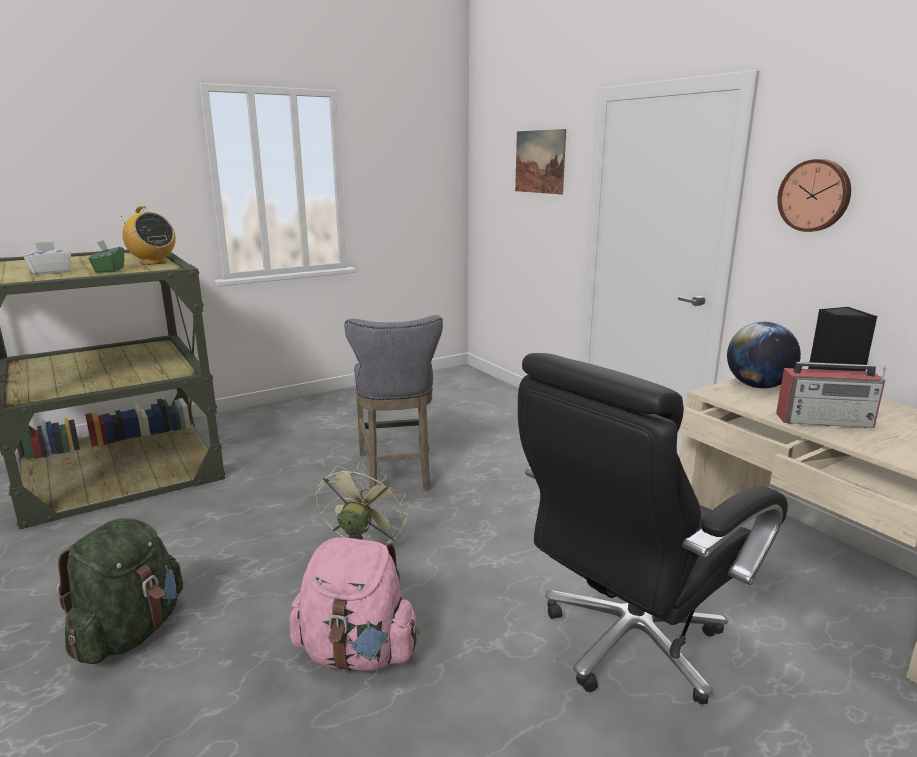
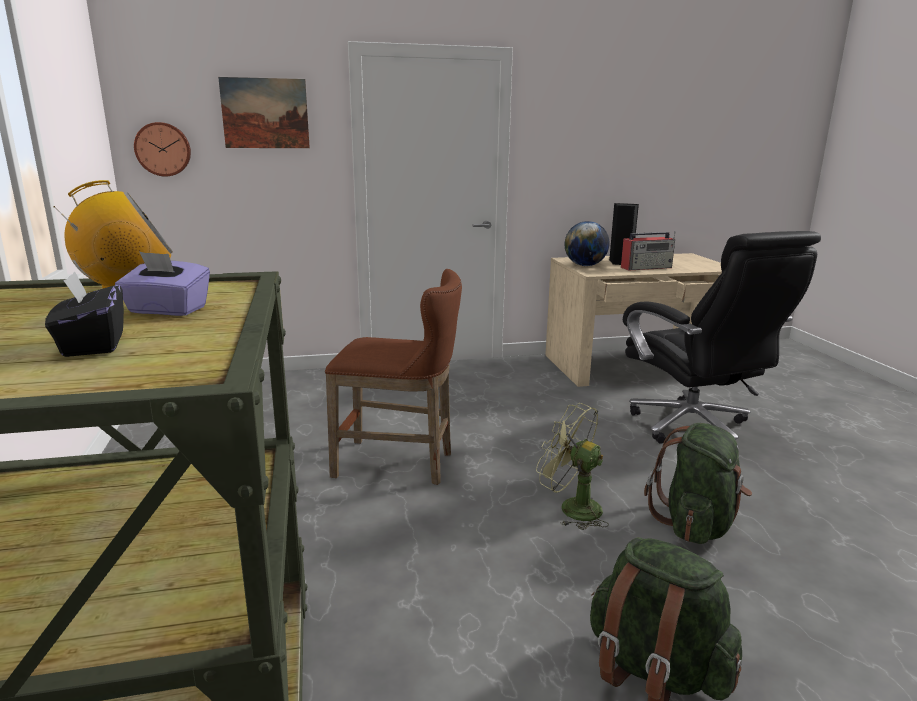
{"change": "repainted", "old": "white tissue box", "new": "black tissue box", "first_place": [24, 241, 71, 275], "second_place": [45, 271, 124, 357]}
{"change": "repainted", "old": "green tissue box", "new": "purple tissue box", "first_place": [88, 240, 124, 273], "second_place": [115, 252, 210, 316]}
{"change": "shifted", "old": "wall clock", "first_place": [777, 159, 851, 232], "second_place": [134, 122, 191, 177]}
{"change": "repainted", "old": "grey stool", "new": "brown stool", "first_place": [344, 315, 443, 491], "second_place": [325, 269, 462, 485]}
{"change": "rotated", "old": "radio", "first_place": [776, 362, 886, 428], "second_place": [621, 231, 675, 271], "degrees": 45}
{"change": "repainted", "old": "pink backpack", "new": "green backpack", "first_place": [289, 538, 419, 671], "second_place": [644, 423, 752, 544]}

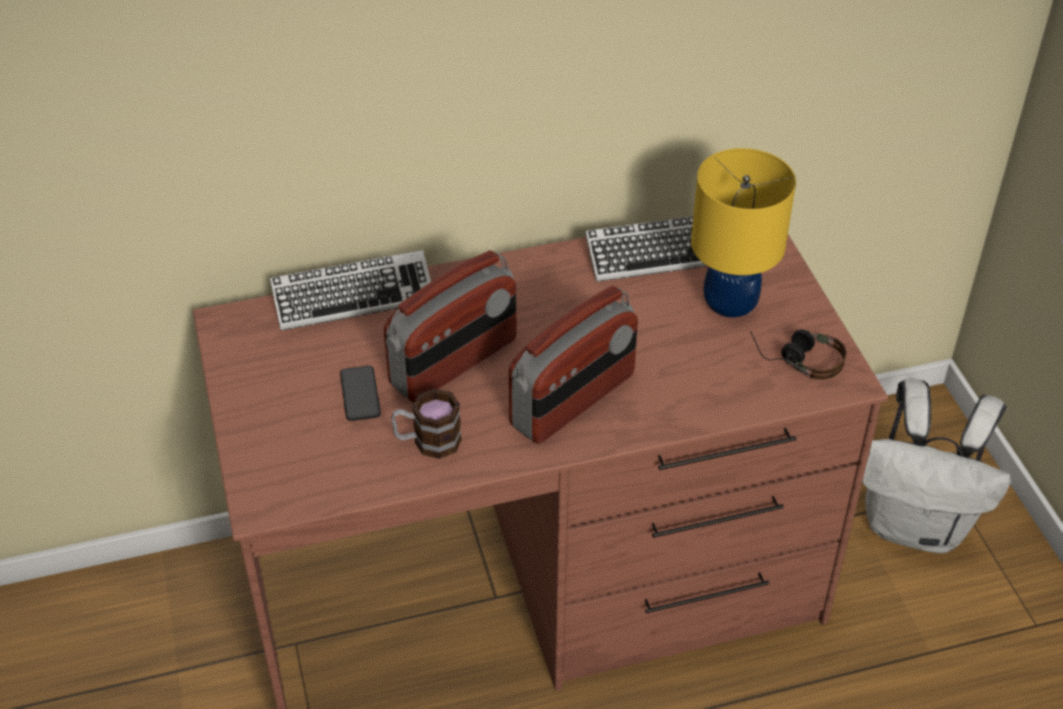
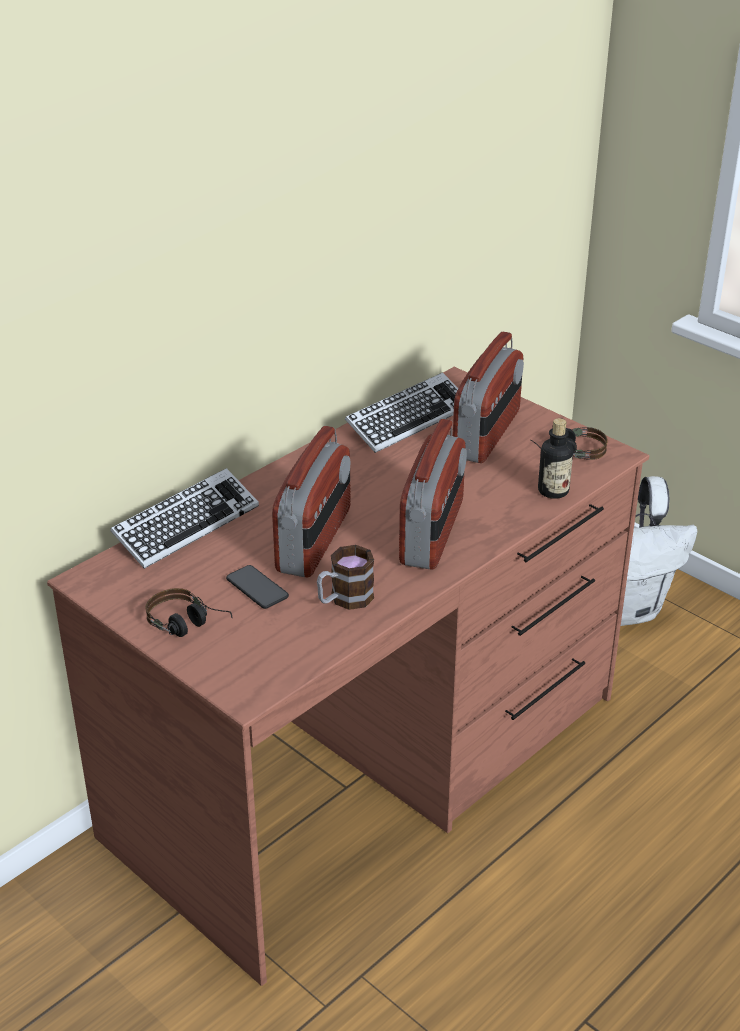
{"change": "new", "new": "headphones", "second_place": [146, 588, 233, 637]}
{"change": "swapped", "old": "yellow table lamp", "new": "radio", "first_place": [691, 148, 796, 318], "second_place": [453, 332, 524, 463]}
{"change": "new", "new": "bottle", "second_place": [538, 418, 573, 499]}

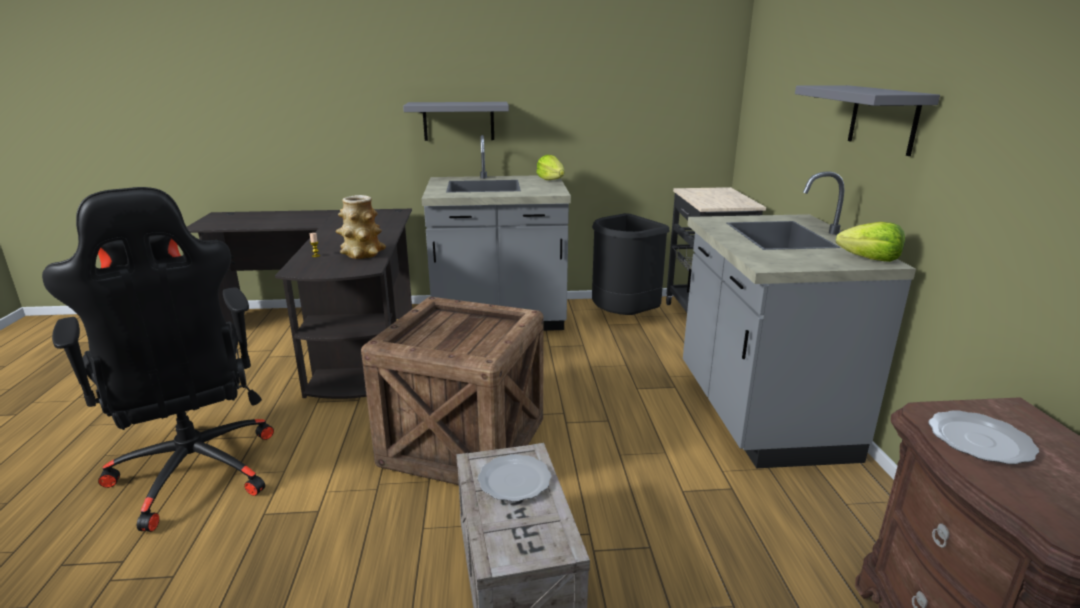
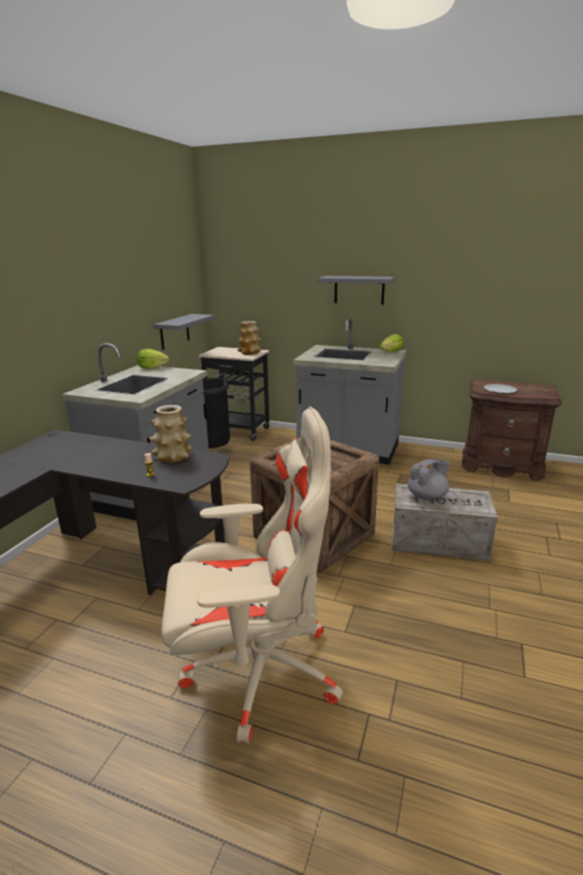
{"change": "shifted", "old": "grey shelf", "first_place": [403, 102, 509, 141], "second_place": [153, 314, 215, 350]}
{"change": "repainted", "old": "black office chair", "new": "beige office chair", "first_place": [42, 187, 274, 532], "second_place": [162, 406, 343, 744]}
{"change": "new", "new": "vase", "second_place": [238, 321, 262, 355]}
{"change": "swapped", "old": "plate", "new": "grey teapot", "first_place": [478, 454, 551, 502], "second_place": [408, 459, 450, 500]}

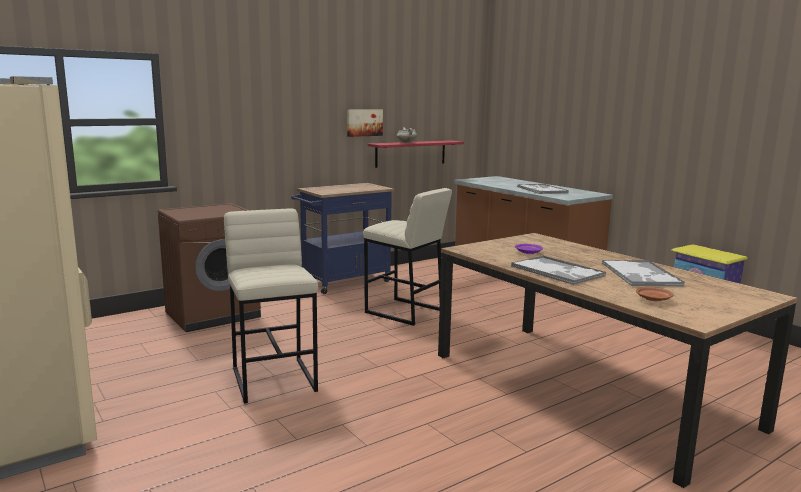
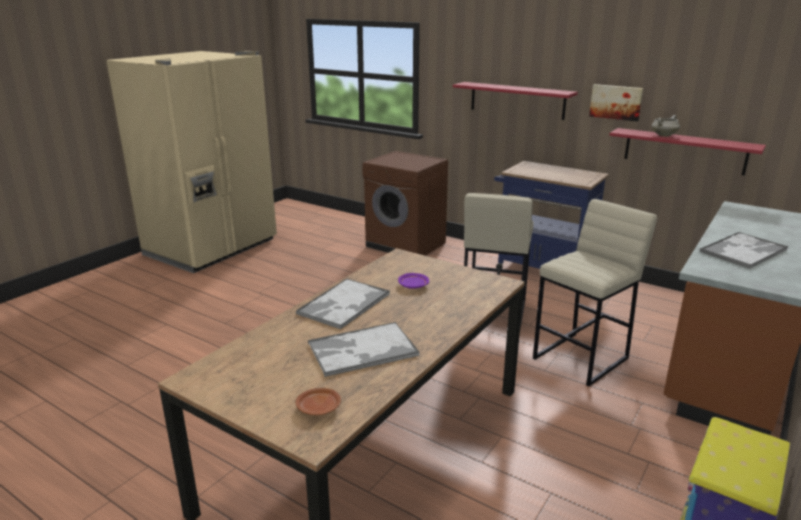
{"change": "shifted", "old": "brown plate", "first_place": [636, 287, 674, 301], "second_place": [296, 388, 341, 415]}
{"change": "new", "new": "red shelf", "second_place": [453, 82, 578, 120]}
{"change": "shifted", "old": "beige stool", "first_place": [224, 209, 318, 404], "second_place": [533, 199, 657, 386]}

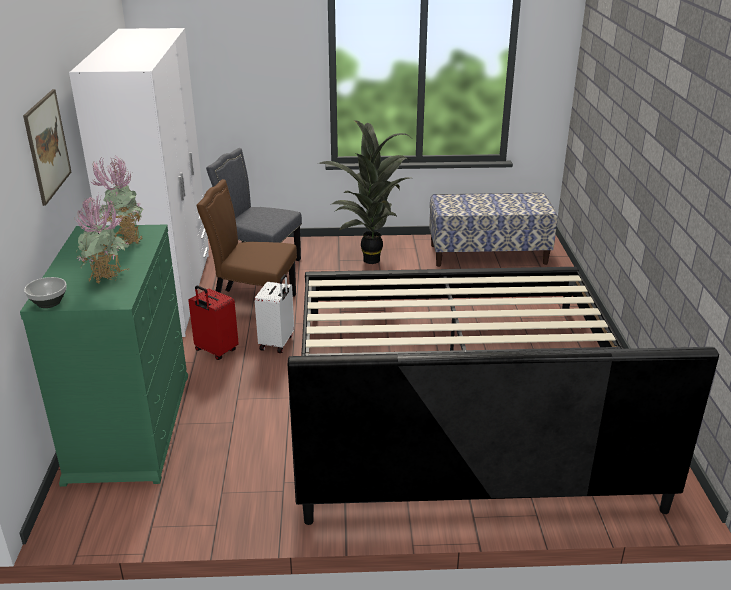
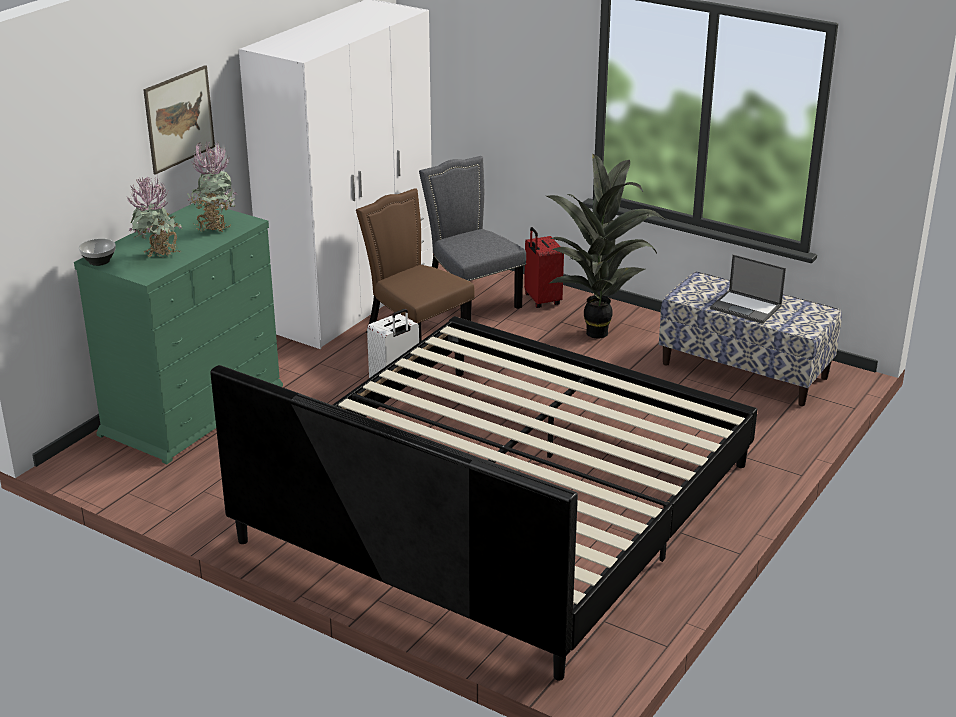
{"change": "shifted", "old": "red suitcase", "first_place": [188, 285, 239, 360], "second_place": [524, 227, 564, 308]}
{"change": "new", "new": "laptop", "second_place": [710, 255, 786, 324]}

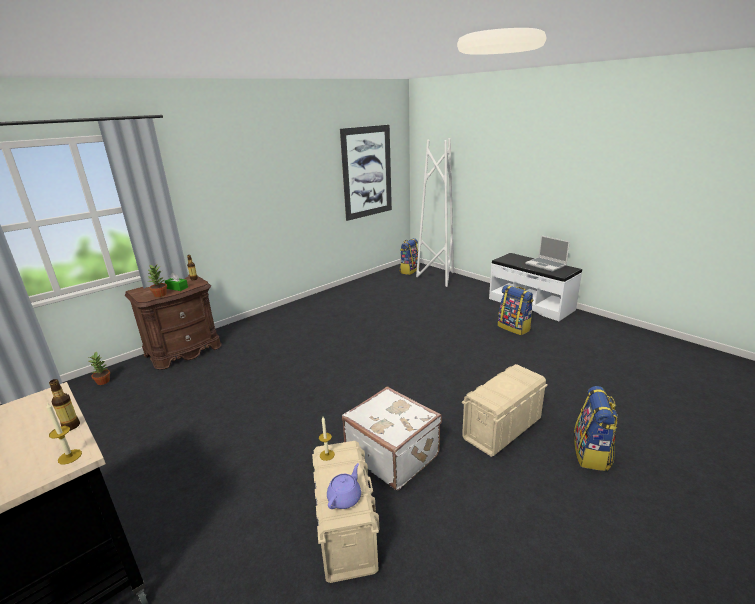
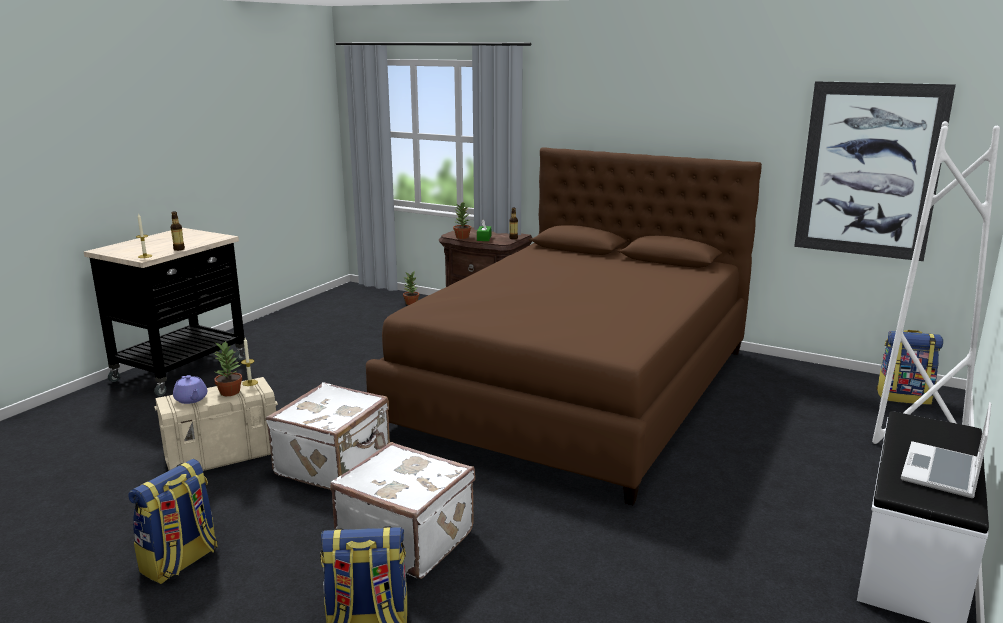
{"change": "shifted", "old": "backpack", "first_place": [498, 285, 534, 335], "second_place": [128, 459, 218, 584]}
{"change": "rotated", "old": "purple teapot", "first_place": [327, 463, 361, 509], "second_place": [173, 375, 207, 404], "degrees": 45}
{"change": "new", "new": "potted plant", "second_place": [213, 341, 242, 396]}
{"change": "swapped", "old": "beige storage box", "new": "white suitcase", "first_place": [462, 364, 548, 457], "second_place": [330, 442, 475, 579]}
{"change": "new", "new": "brown bed", "second_place": [366, 147, 762, 505]}

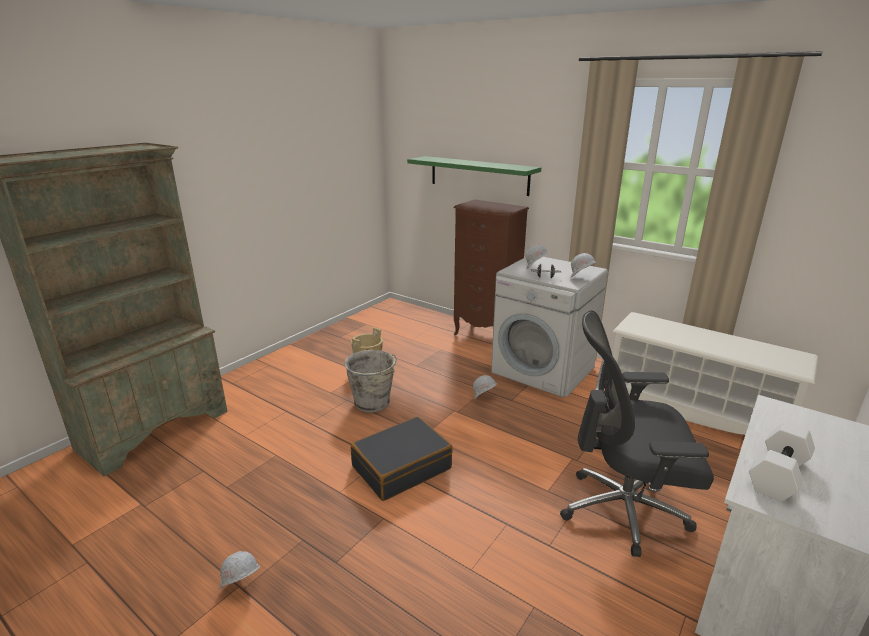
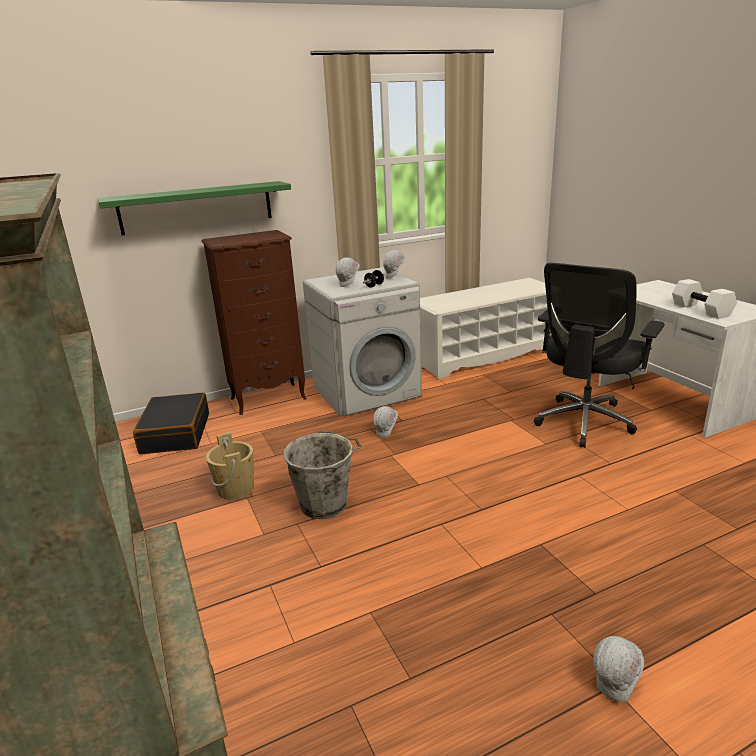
{"change": "shifted", "old": "black suitcase", "first_place": [351, 417, 453, 501], "second_place": [133, 392, 209, 454]}

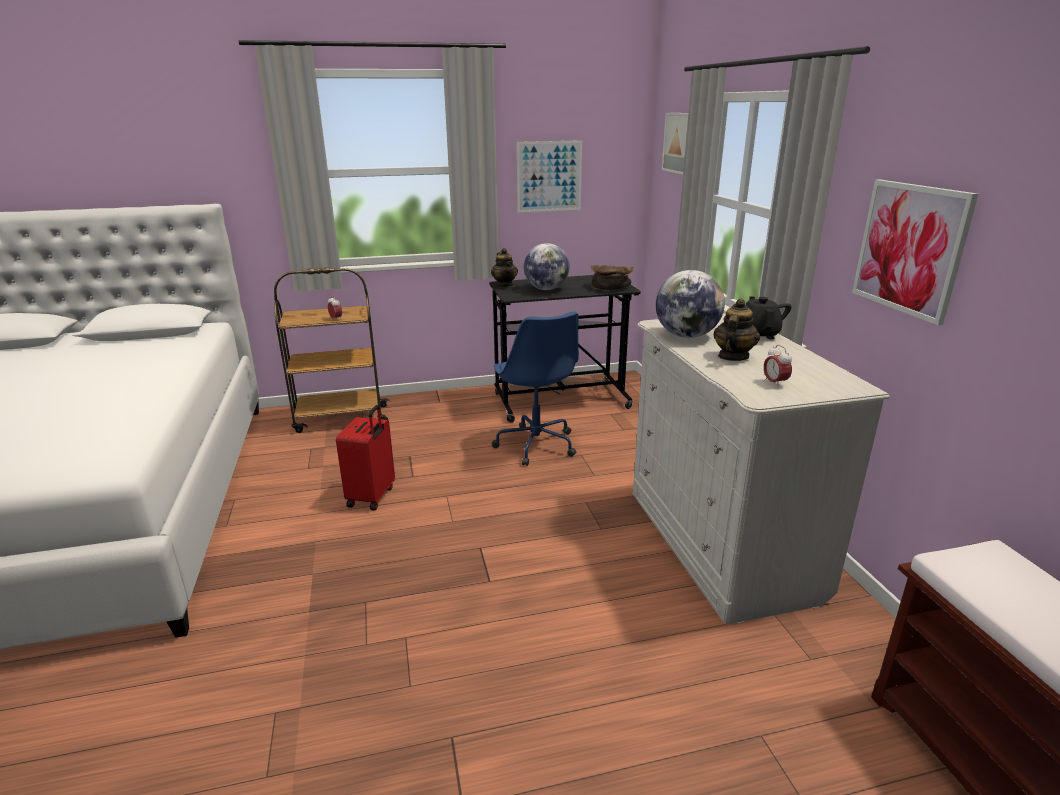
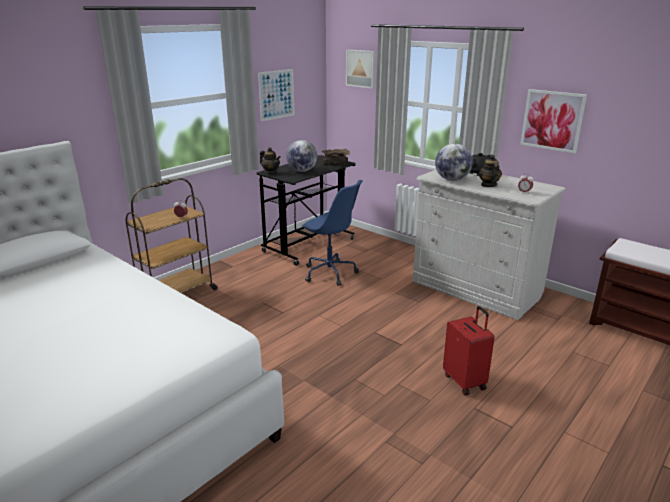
{"change": "shifted", "old": "red suitcase", "first_place": [336, 405, 395, 510], "second_place": [443, 306, 495, 395]}

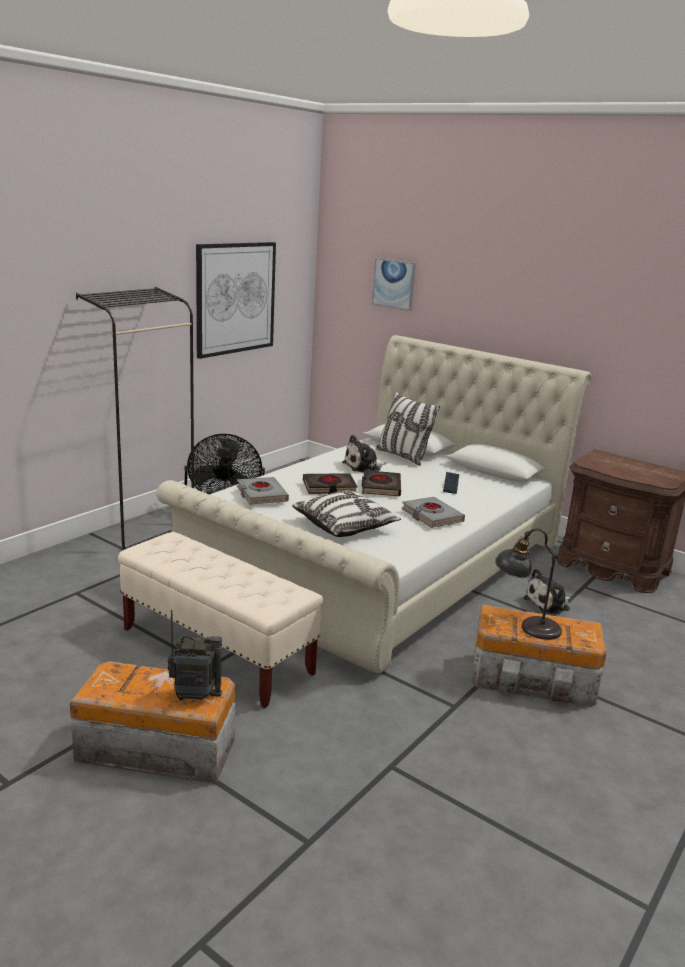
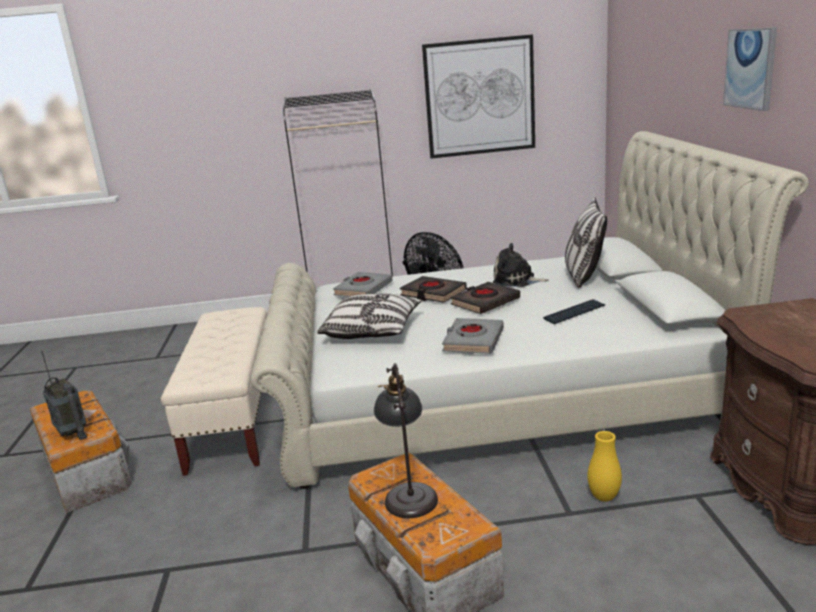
{"change": "swapped", "old": "plush toy", "new": "yellow vase", "first_place": [523, 569, 570, 615], "second_place": [587, 431, 622, 501]}
{"change": "shifted", "old": "picture", "first_place": [372, 258, 416, 311], "second_place": [723, 27, 777, 111]}

